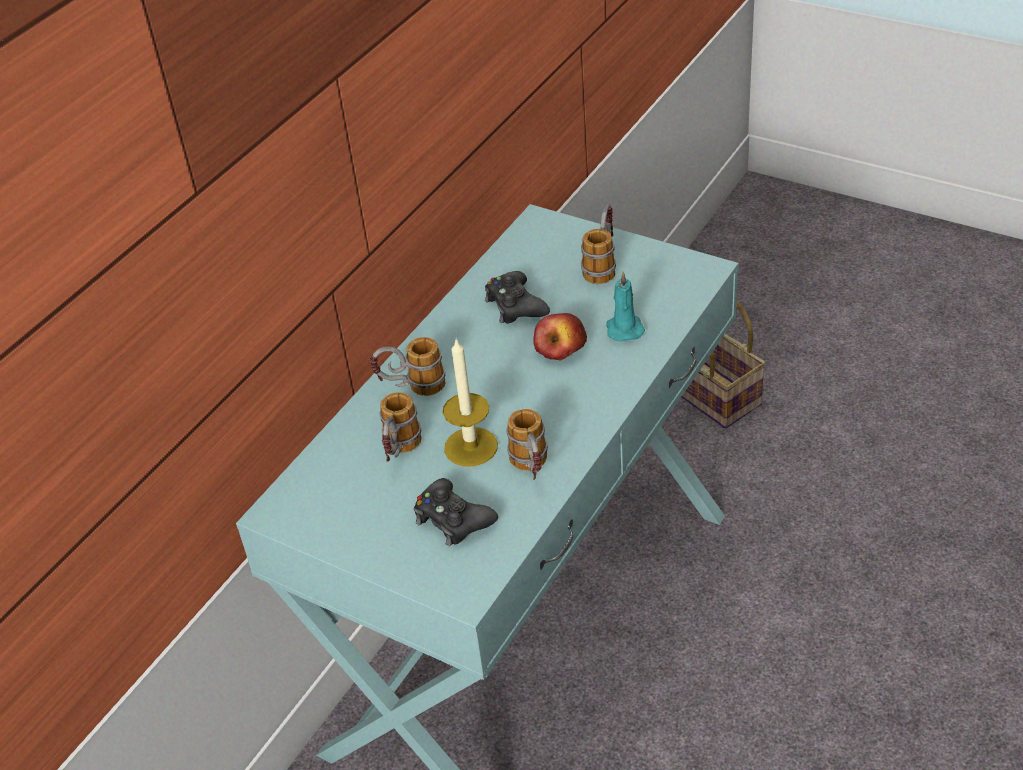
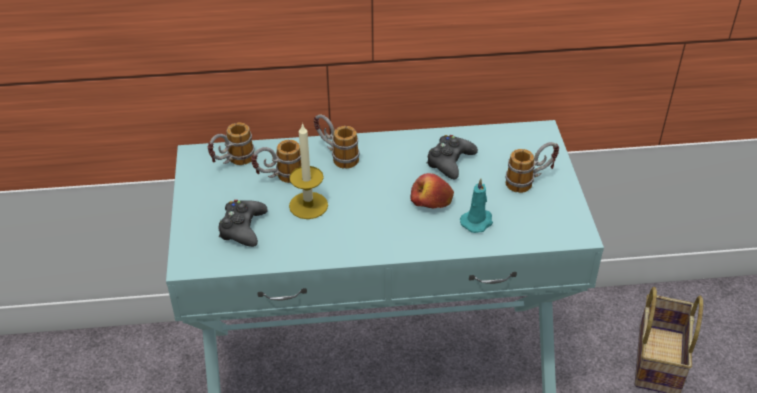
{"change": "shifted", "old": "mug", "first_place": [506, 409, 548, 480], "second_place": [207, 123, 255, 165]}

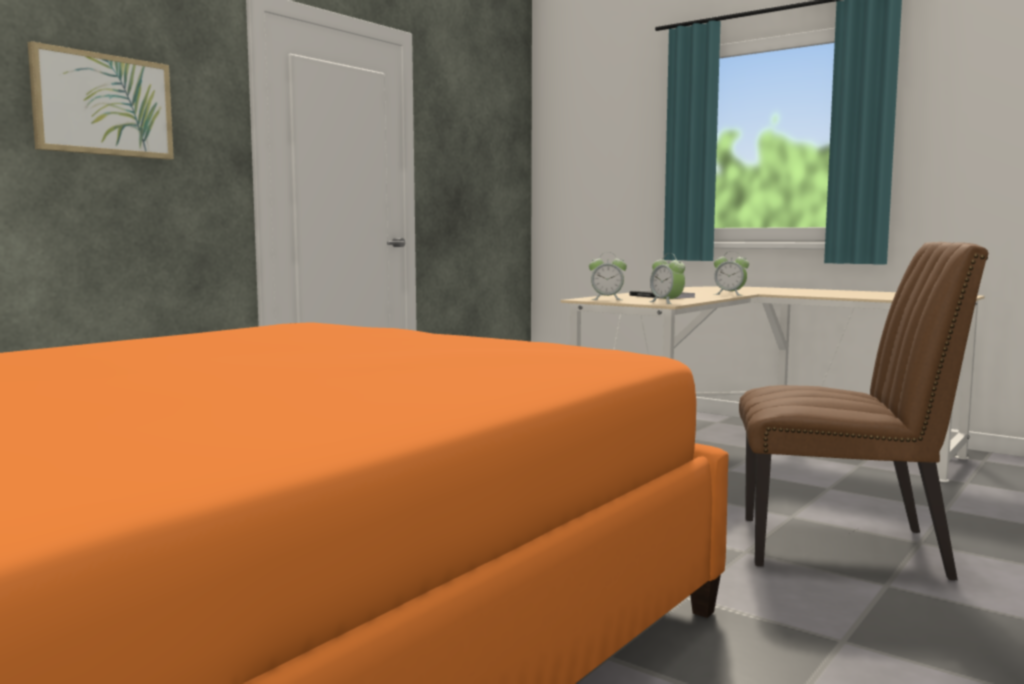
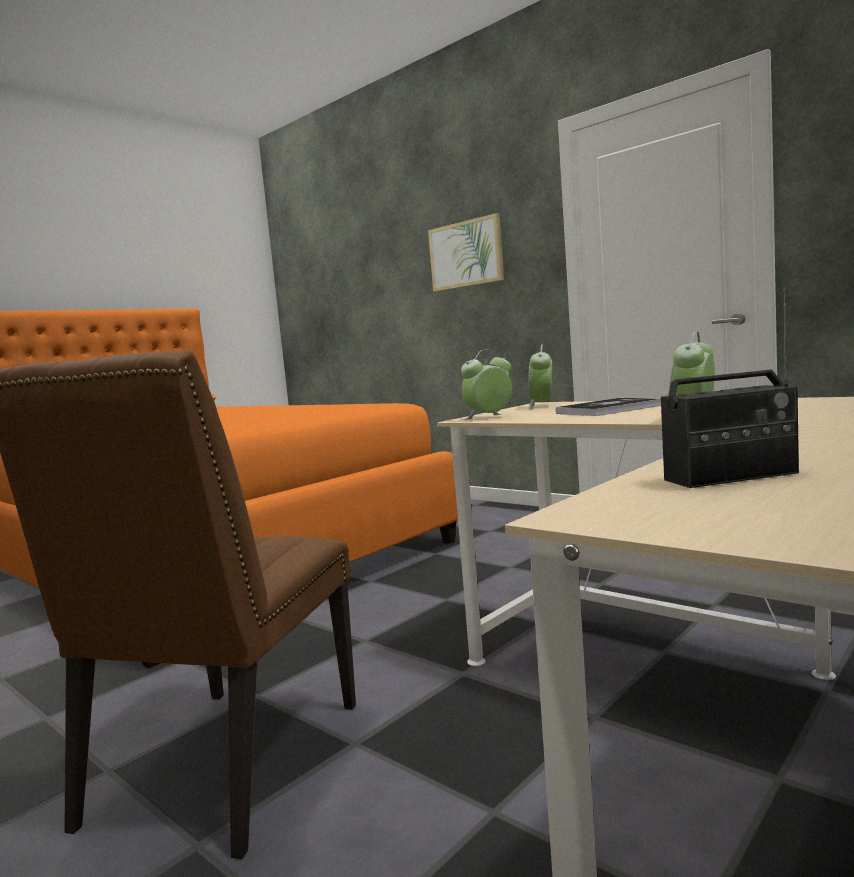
{"change": "new", "new": "radio", "second_place": [661, 288, 799, 488]}

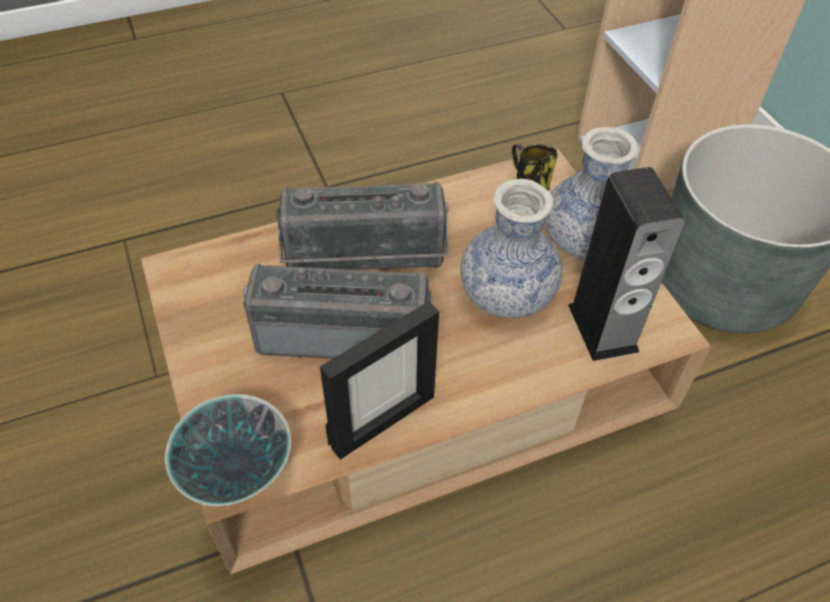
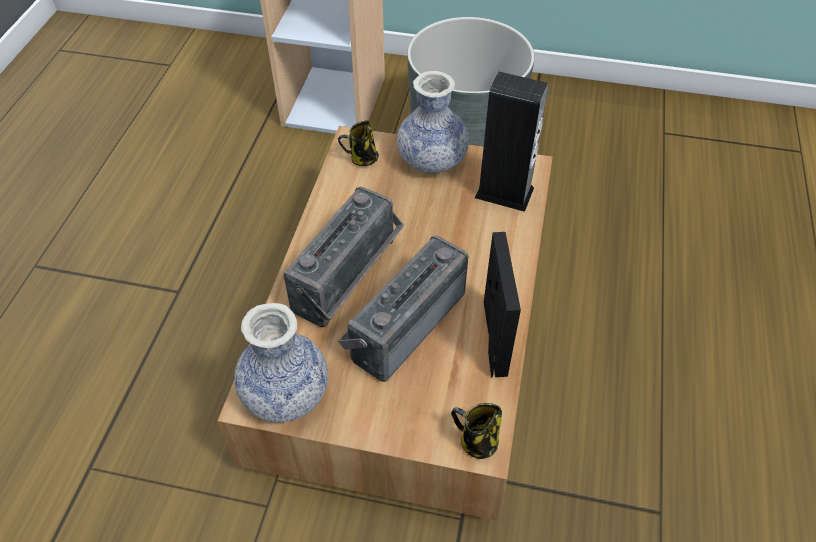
{"change": "shifted", "old": "vase", "first_place": [460, 179, 562, 318], "second_place": [234, 303, 328, 422]}
{"change": "swapped", "old": "bowl", "new": "mug", "first_place": [165, 394, 291, 506], "second_place": [451, 403, 502, 459]}

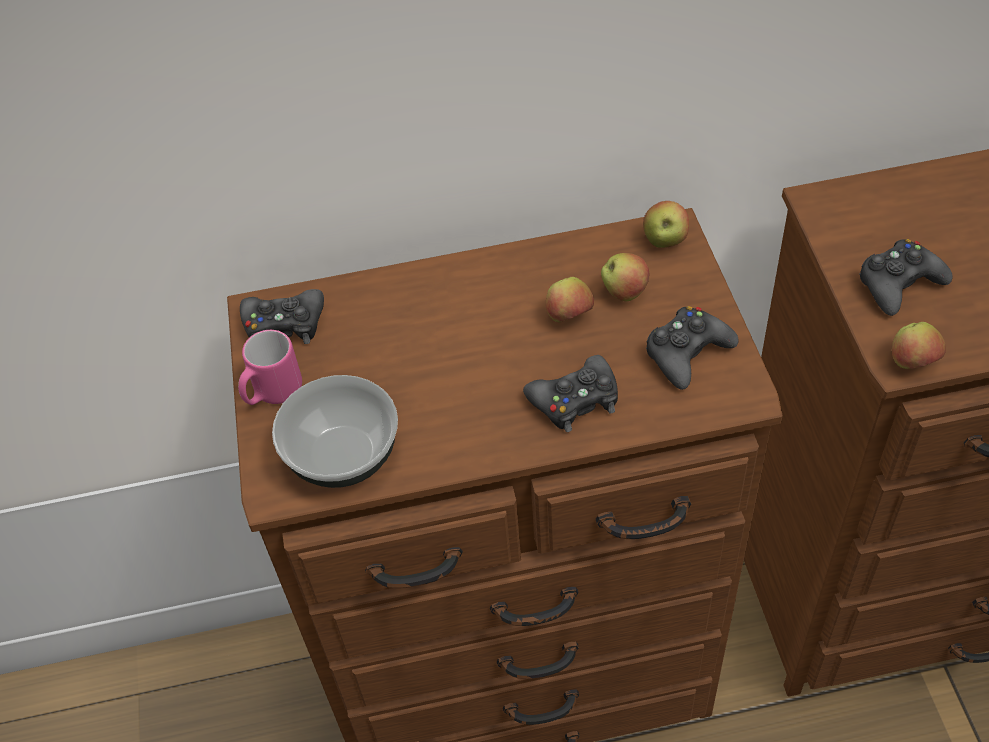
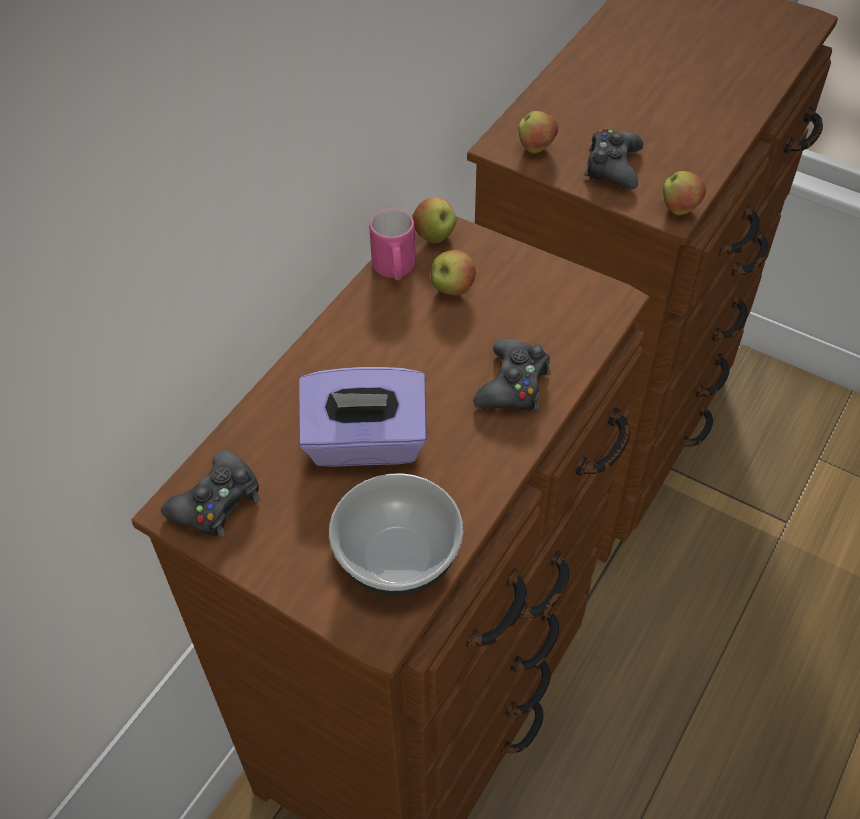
{"change": "new", "new": "purple tissue box", "second_place": [299, 367, 427, 467]}
{"change": "shifted", "old": "pink mug", "first_place": [238, 330, 302, 405], "second_place": [369, 208, 416, 280]}
{"change": "shifted", "old": "apple", "first_place": [546, 277, 594, 322], "second_place": [518, 111, 558, 154]}
{"change": "gone", "old": "black game controller", "first_place": [646, 306, 739, 390]}

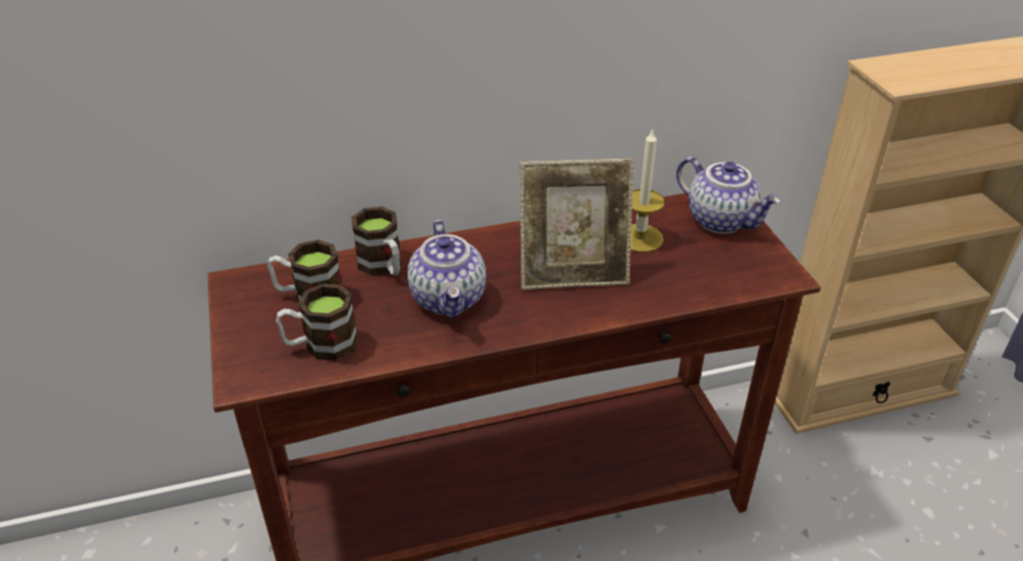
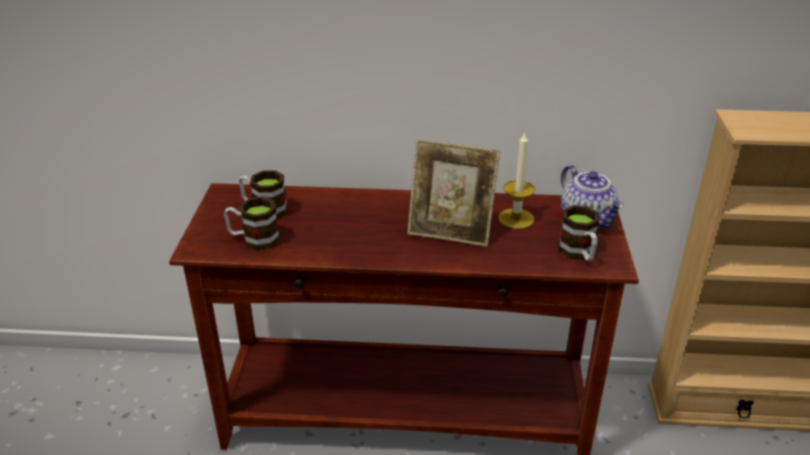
{"change": "shifted", "old": "mug", "first_place": [352, 206, 401, 276], "second_place": [559, 205, 599, 261]}
{"change": "gone", "old": "teapot", "first_place": [407, 220, 486, 319]}

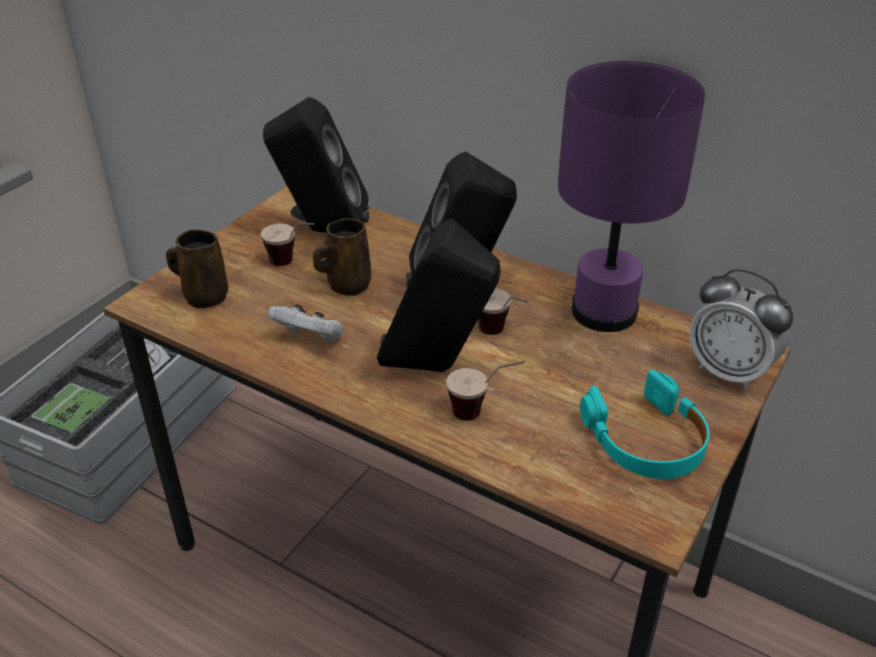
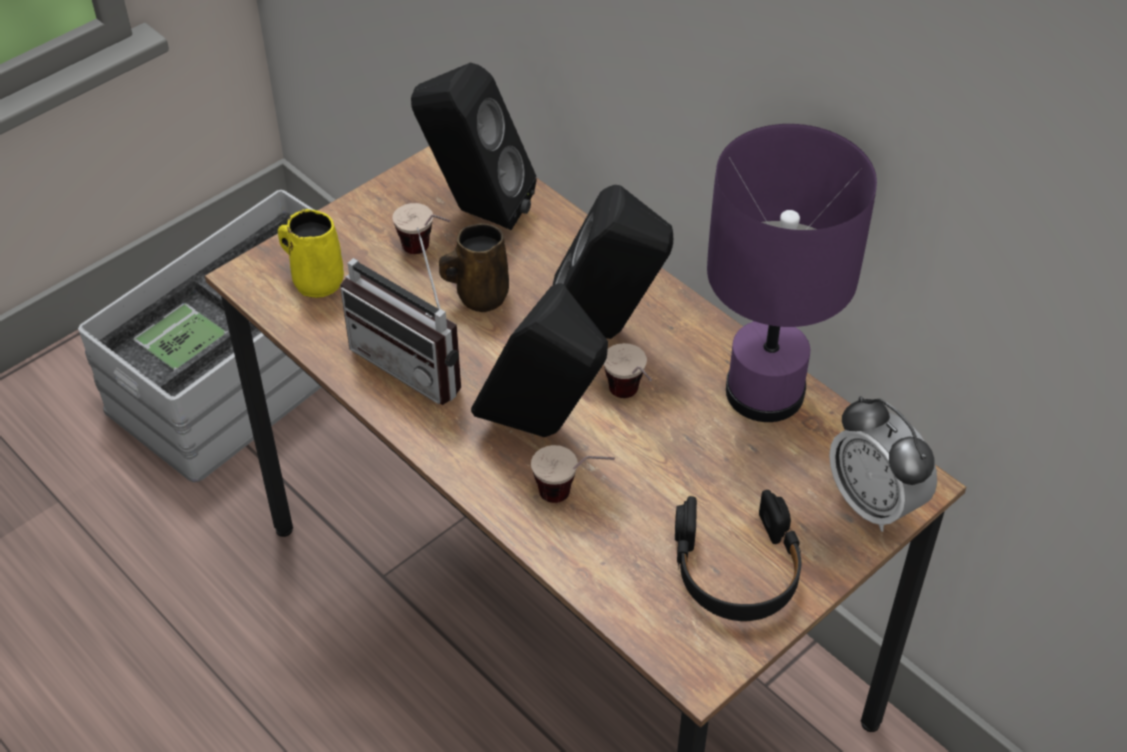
{"change": "repainted", "old": "brown mug", "new": "yellow mug", "first_place": [166, 230, 228, 308], "second_place": [278, 209, 344, 298]}
{"change": "swapped", "old": "white game controller", "new": "radio", "first_place": [268, 304, 344, 342], "second_place": [340, 228, 461, 405]}
{"change": "repainted", "old": "turquoise headphones", "new": "black headphones", "first_place": [580, 370, 710, 479], "second_place": [675, 490, 801, 621]}

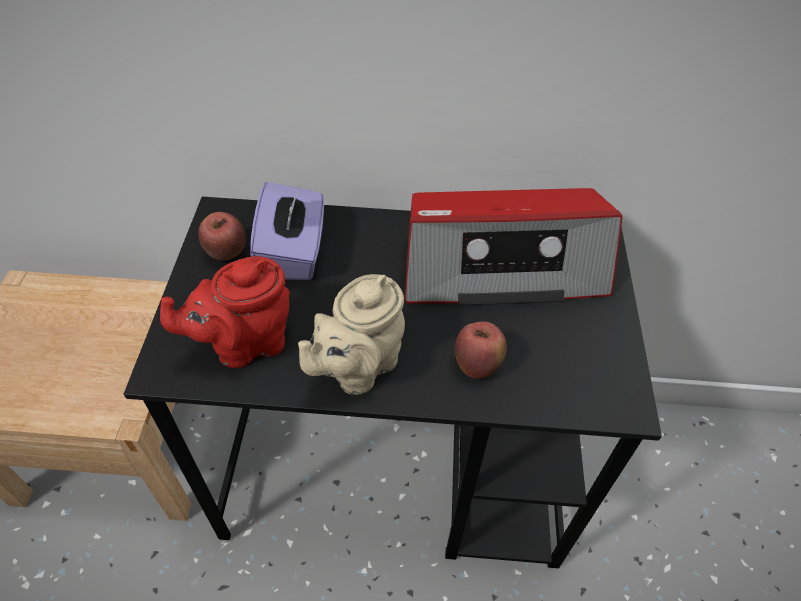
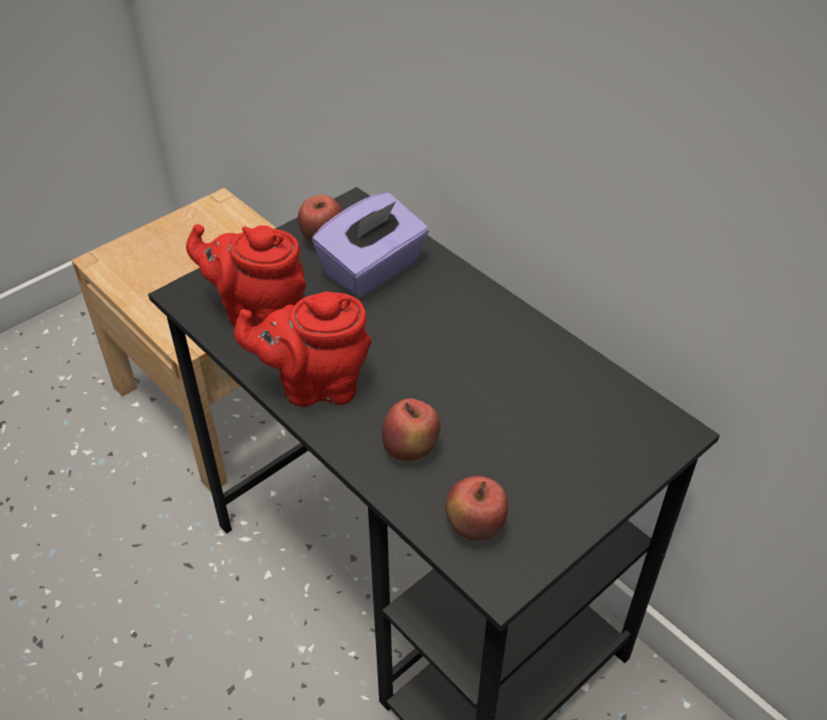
{"change": "repainted", "old": "beige teapot", "new": "red teapot", "first_place": [298, 274, 405, 395], "second_place": [234, 292, 371, 407]}
{"change": "new", "new": "apple", "second_place": [445, 476, 508, 540]}
{"change": "gone", "old": "radio", "first_place": [404, 188, 623, 306]}

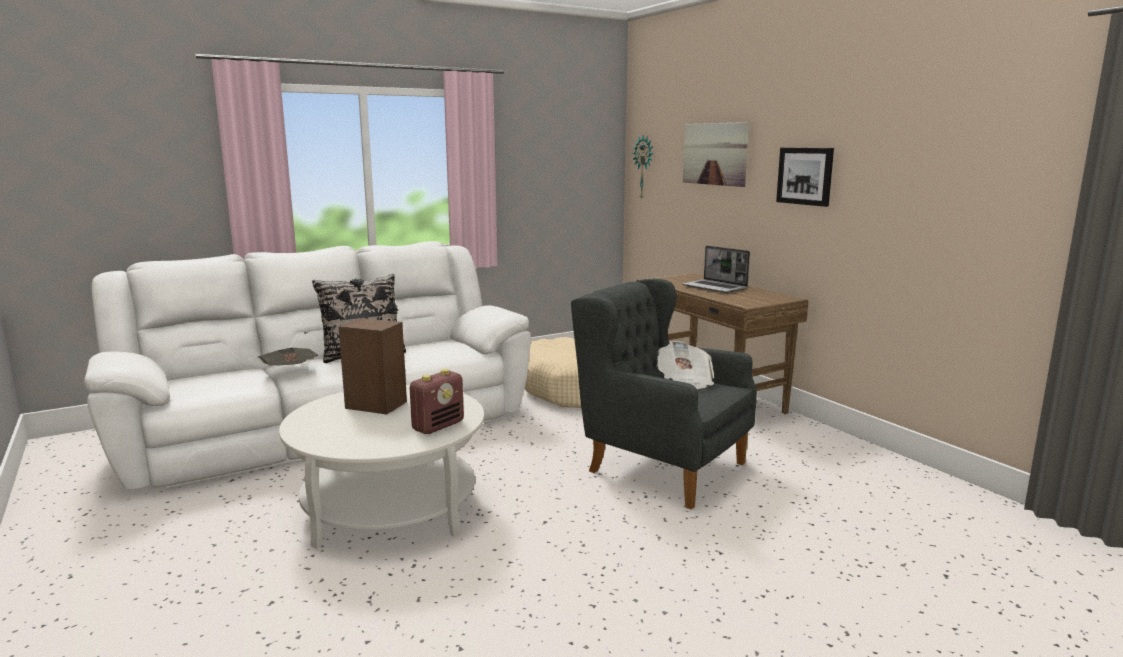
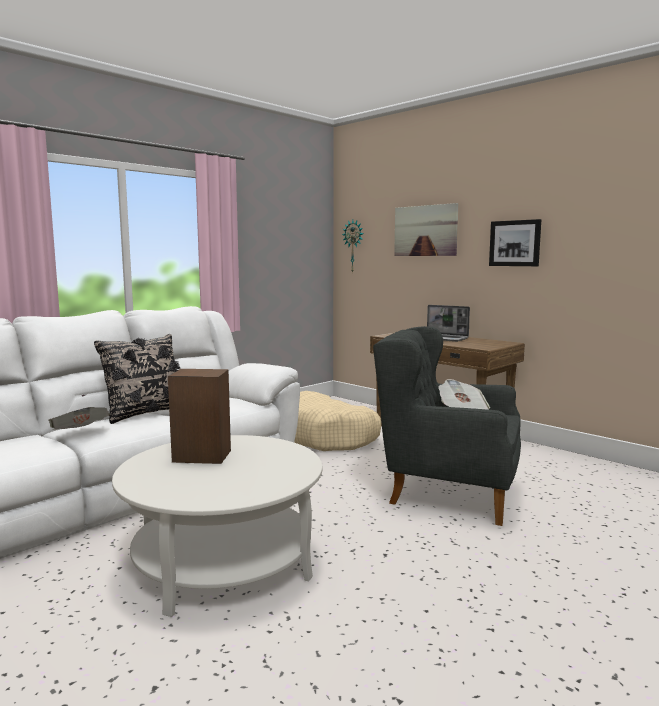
{"change": "gone", "old": "radio", "first_place": [410, 369, 464, 434]}

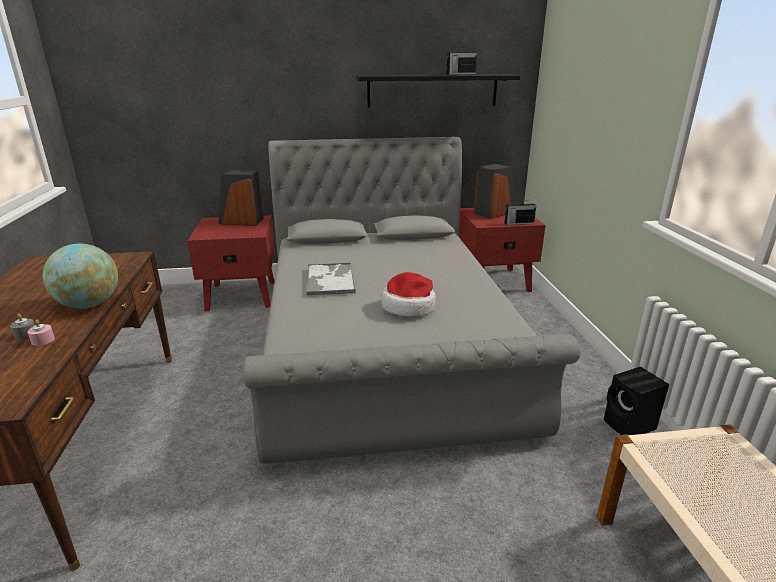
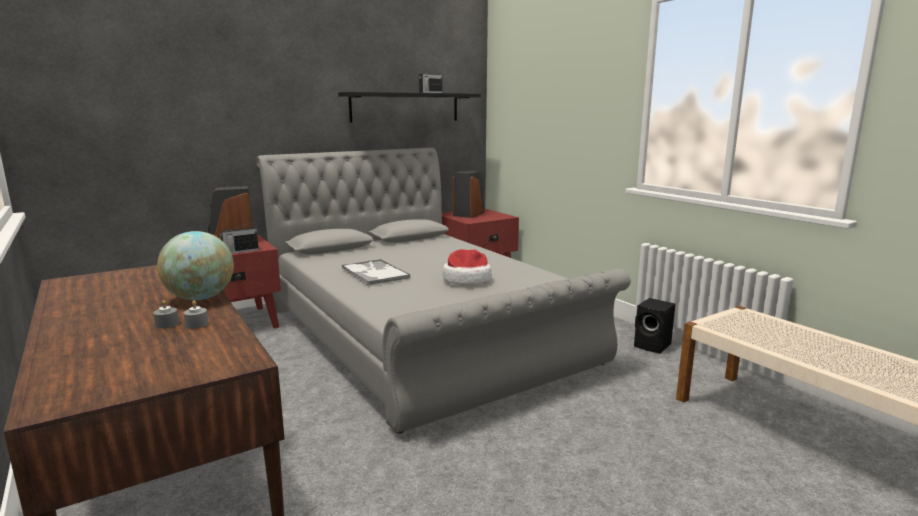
{"change": "repainted", "old": "pink candle", "new": "grey candle", "first_place": [28, 319, 55, 346], "second_place": [183, 300, 209, 329]}
{"change": "shifted", "old": "radio", "first_place": [505, 200, 536, 225], "second_place": [220, 222, 259, 254]}

